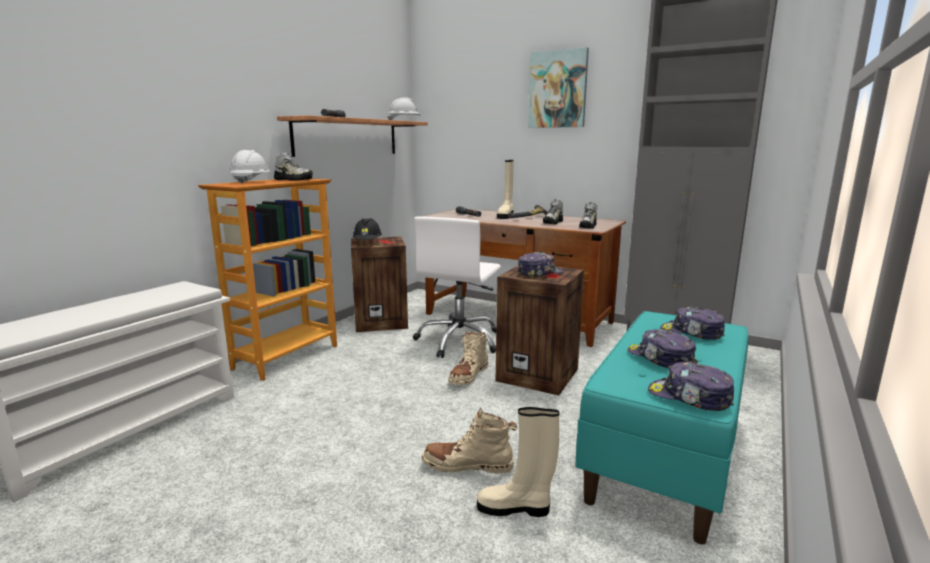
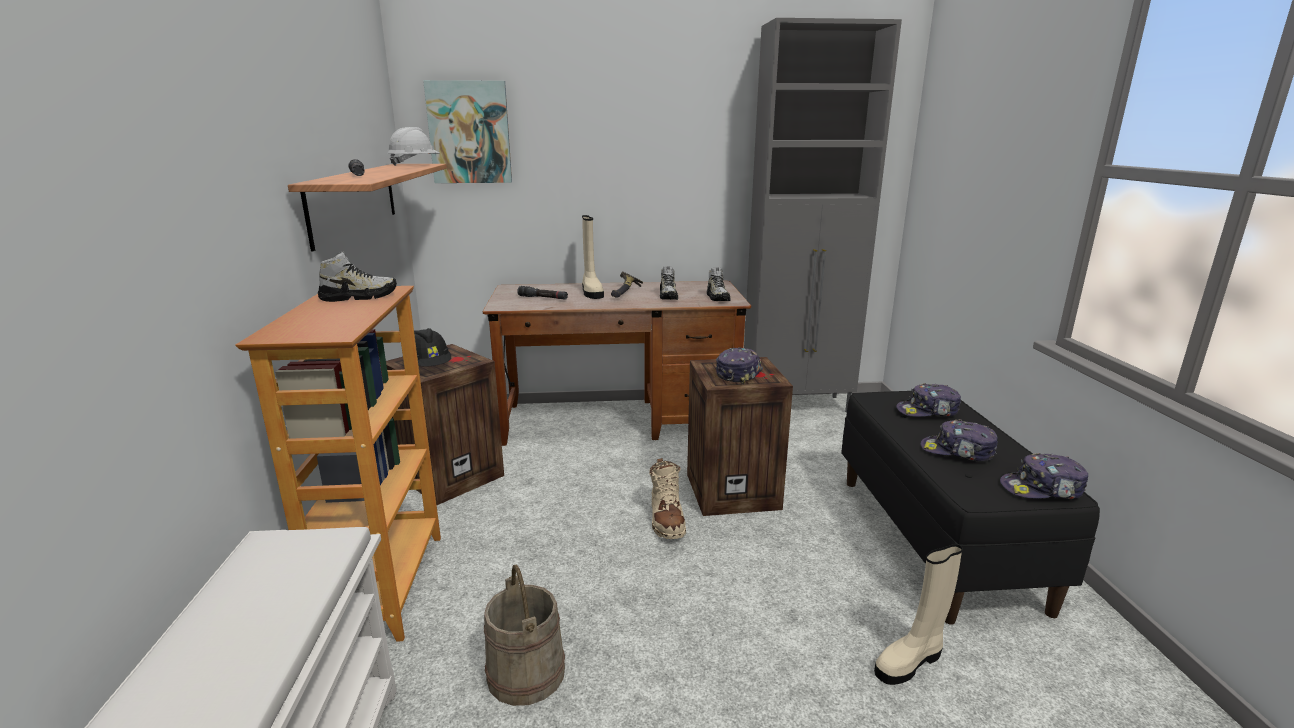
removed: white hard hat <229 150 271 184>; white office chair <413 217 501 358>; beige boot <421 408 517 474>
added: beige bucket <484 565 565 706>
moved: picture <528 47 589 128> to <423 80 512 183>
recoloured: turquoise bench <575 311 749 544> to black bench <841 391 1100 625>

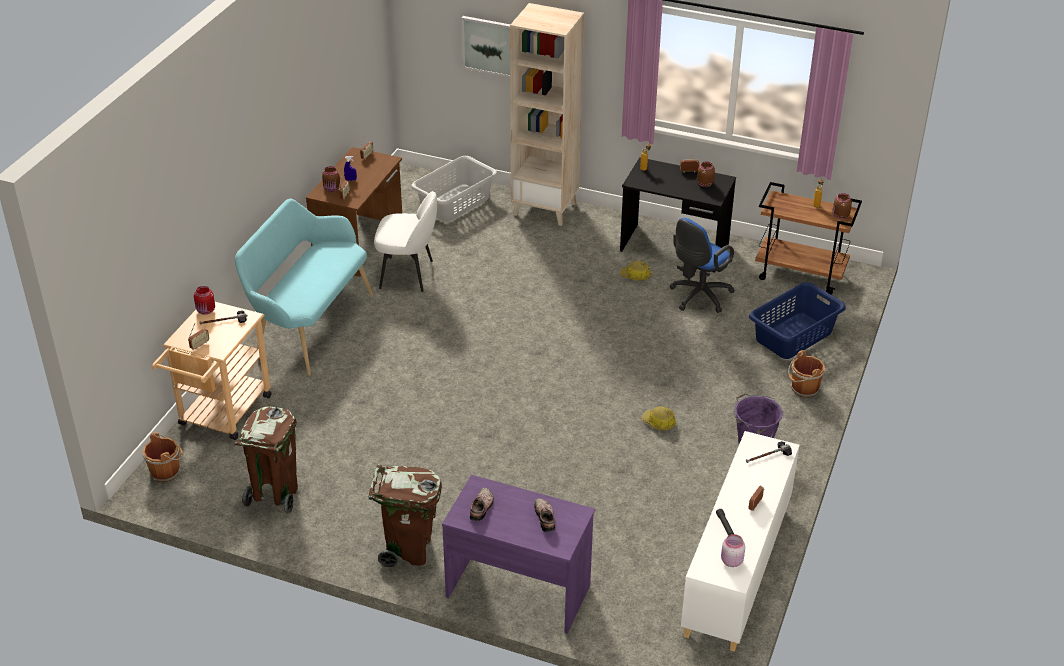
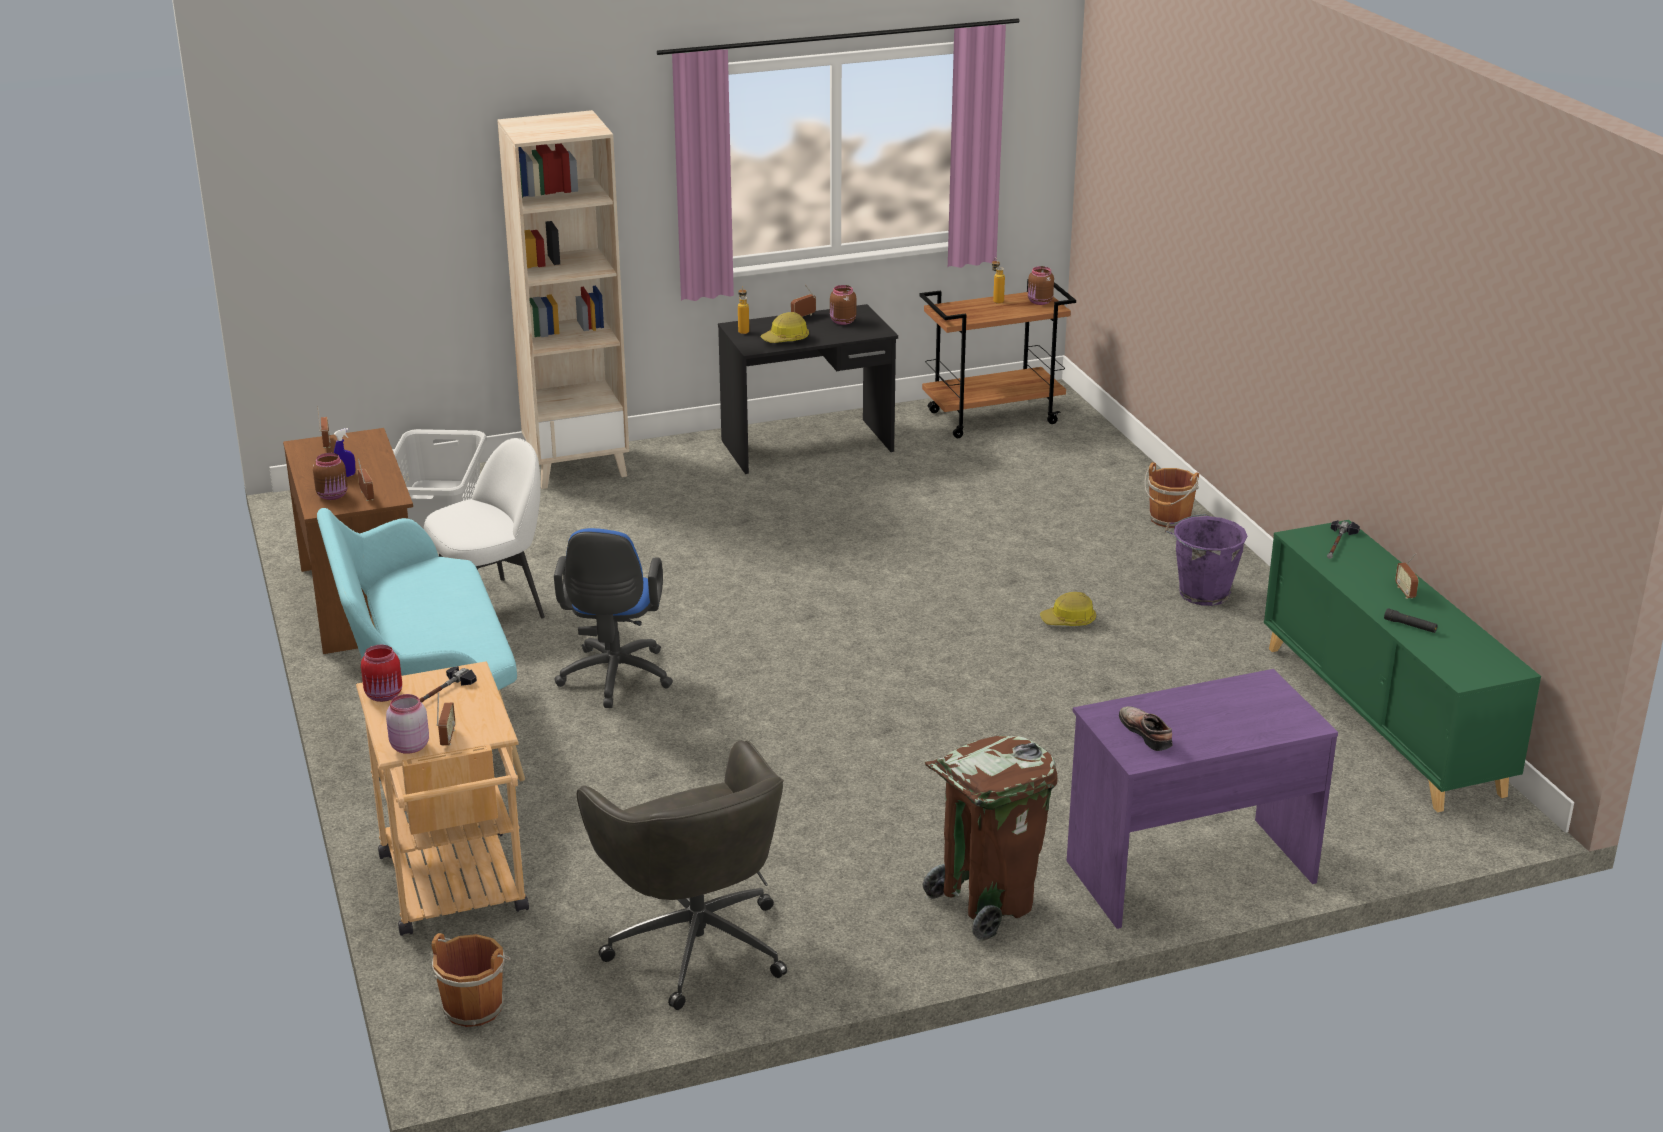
removed: picture <462 16 510 78>; shoe <534 498 555 532>; blue laundry basket <749 282 846 359>
moved: hard hat <620 261 651 281> to <760 312 809 343>; blue office chair <670 218 735 313> to <554 528 673 708>; pink jar <721 534 745 567> to <386 694 429 754>
replaced: brown trash can <235 407 298 515> to grey office chair <577 740 787 1010>
recoloured: white cabinet <681 431 800 652> to green cabinet <1264 520 1541 812>

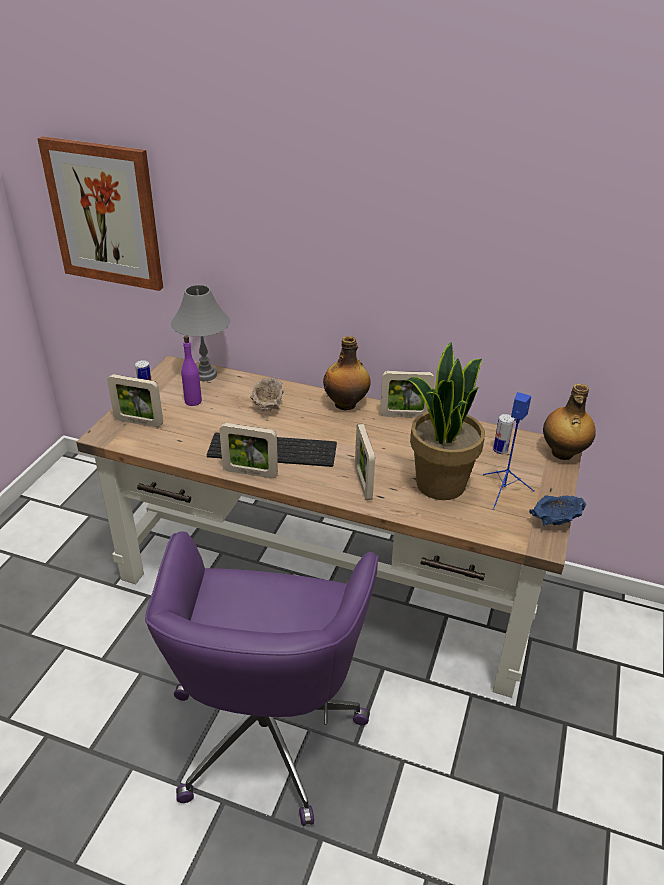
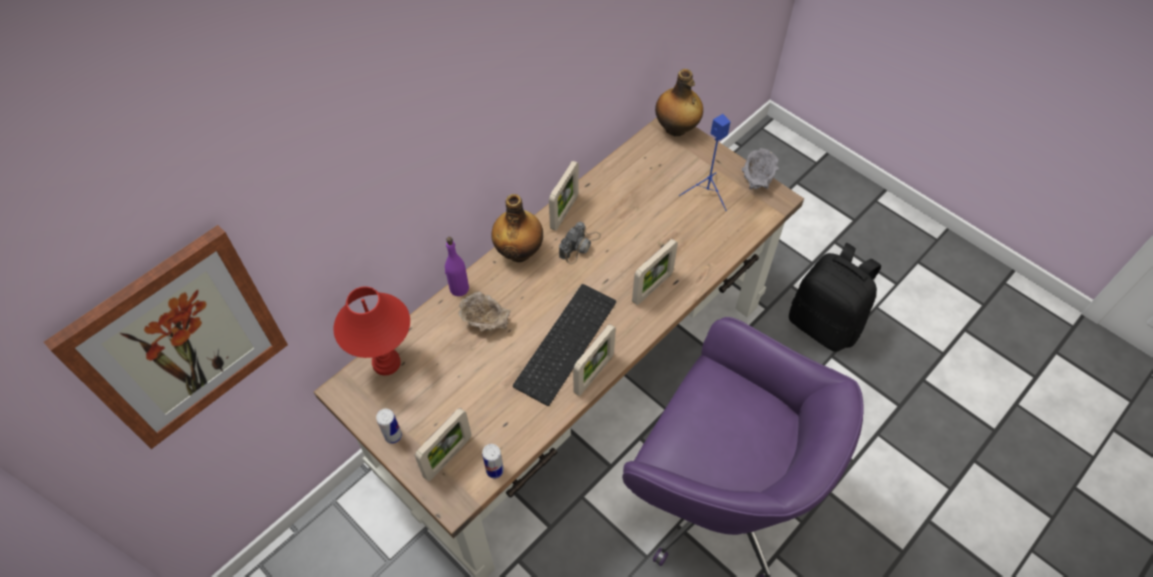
removed: potted plant <406 342 485 500>
added: photo camera <559 222 601 264>; black backpack <789 243 881 352>
moved: purple bottle <181 336 202 406> to <445 237 469 296>; can <493 414 514 454> to <482 444 504 478>
recoloured: grey table lamp <171 285 230 381> to red table lamp <334 287 410 376>; blue bowl <529 495 586 527> to grey bowl <741 148 779 190>
turned: picture frame <355 424 375 500> = <632 239 678 305> 60 degrees counterclockwise

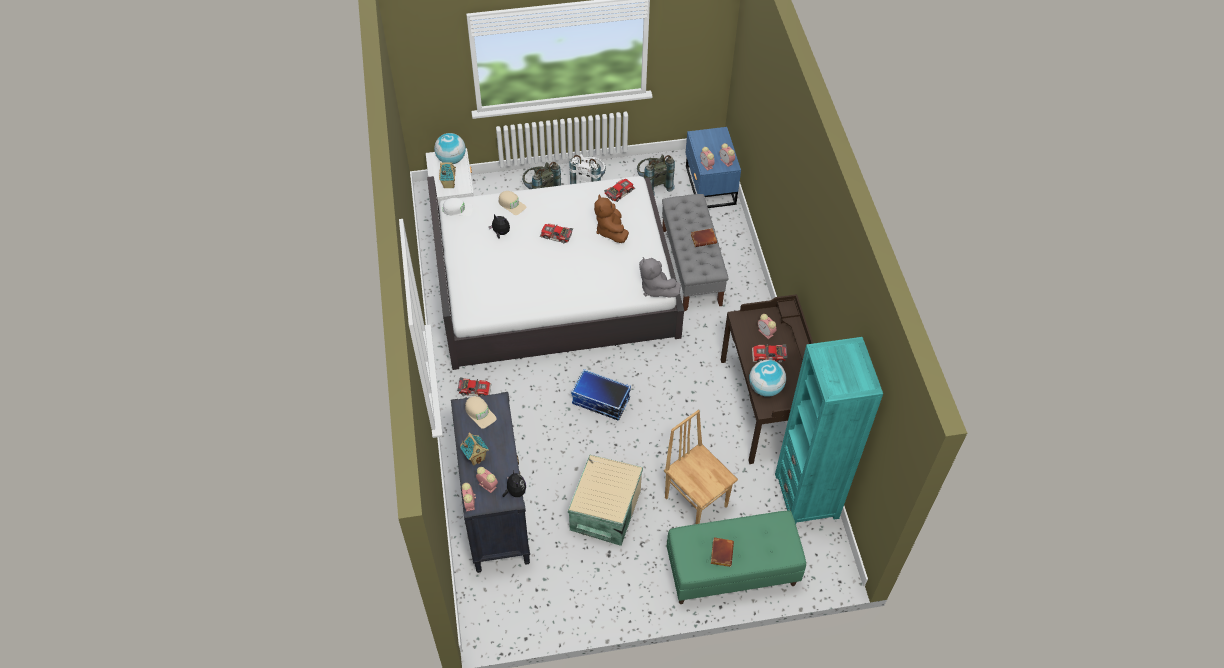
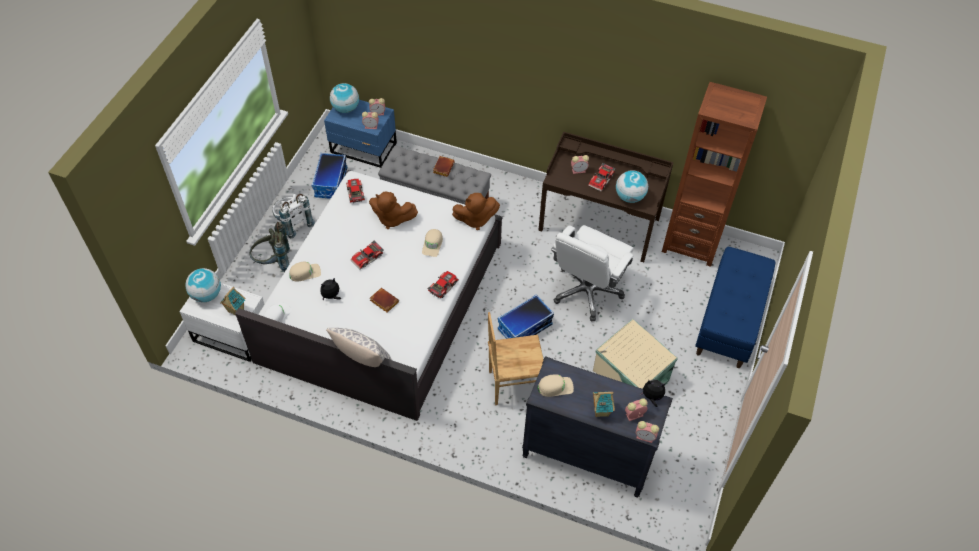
added: pillow <326 327 392 367>; globe <330 83 359 113>; beige cap <422 229 443 257>; white office chair <551 225 634 321>
moved: toy car <457 377 491 396> to <427 271 459 298>; brown chair <664 410 738 524> to <488 312 544 405>; brown book <711 538 734 567> to <370 288 399 312>
replaced: grey backpack <637 155 675 195> to storage box <312 153 347 199>
recoloured: grey plush toy <639 257 681 298> to brown plush toy <452 193 500 230>; green bench <667 511 806 604> to blue bench <695 247 775 368>; turquoise bookcase <775 337 883 524> to brown bookcase <662 82 767 267>

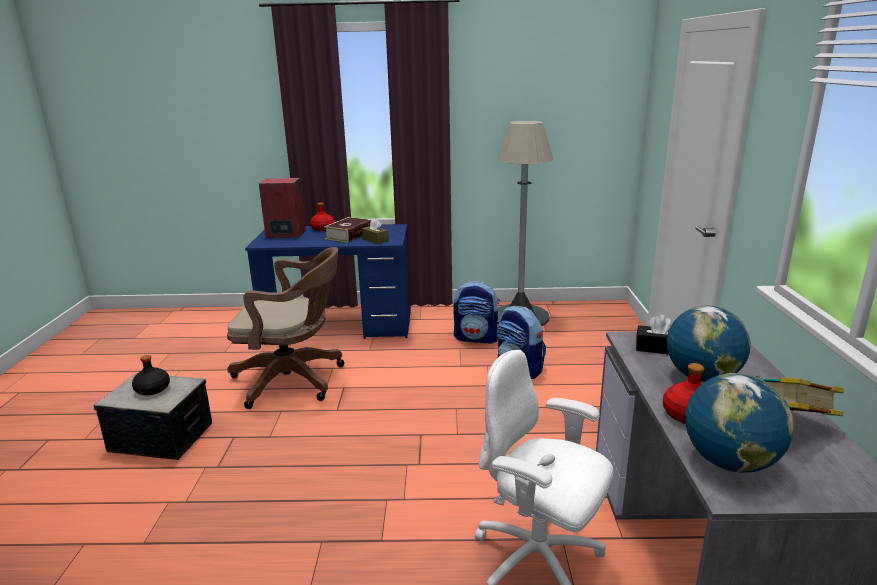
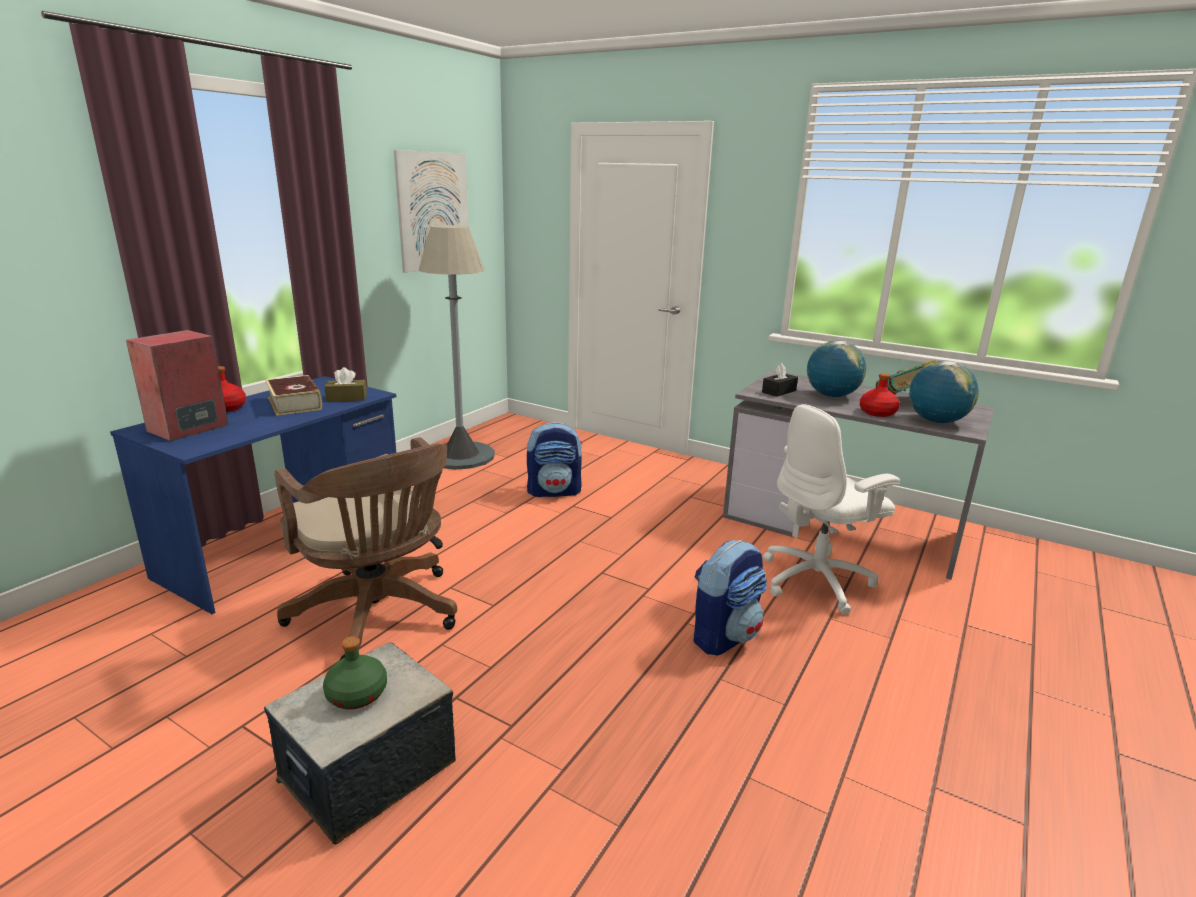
added: picture <394 150 468 273>
moved: backpack <453 281 500 344> to <694 540 767 655>
recoloured: black bottle <132 355 170 395> to green bottle <323 636 387 709>
turned: brown office chair <227 247 344 409> = <275 437 457 660> 105 degrees clockwise

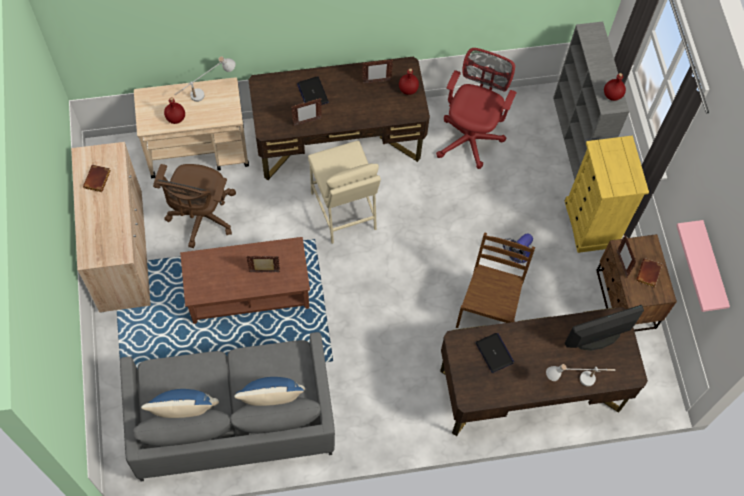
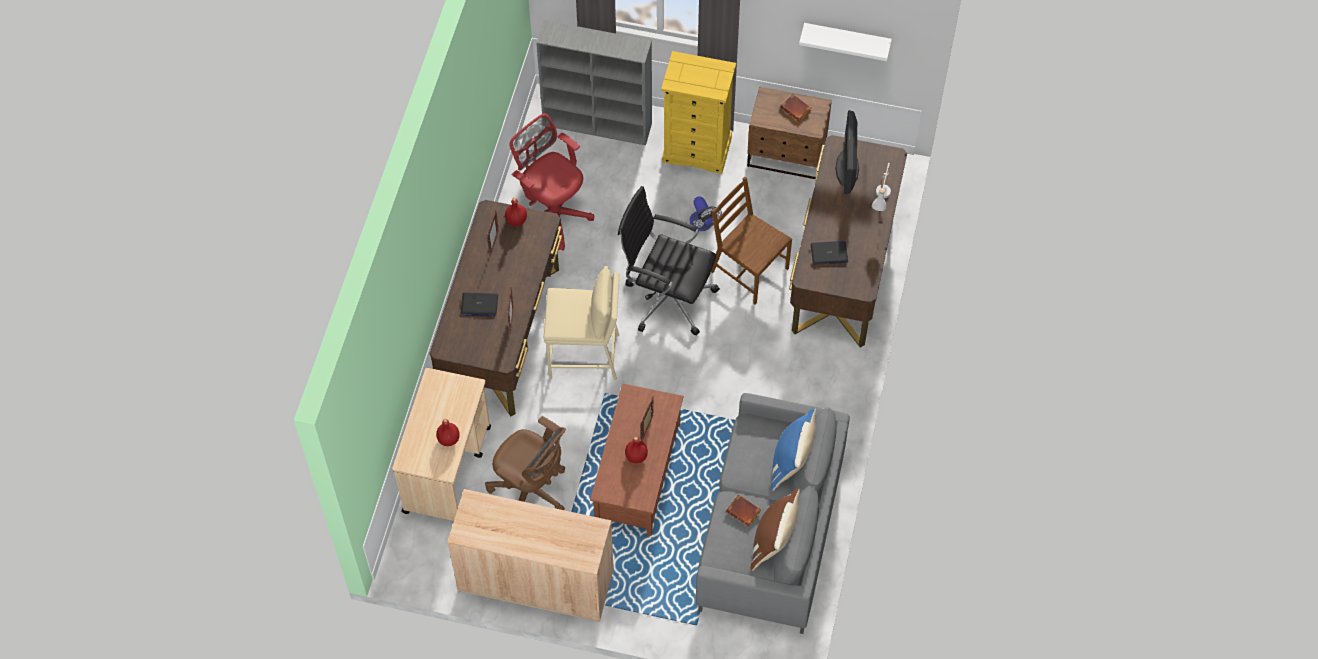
removed: white table lamp <174 56 236 102>; picture frame <617 235 636 278>
added: black office chair <618 186 720 336>
moved: brown book <83 165 111 192> to <726 494 761 526>; red bottle <604 73 626 101> to <625 437 648 463>
recoloured: blue pillow <141 389 219 418> to brown pillow <751 488 800 571>; pink shelf <676 220 730 312> to white shelf <799 23 892 61>

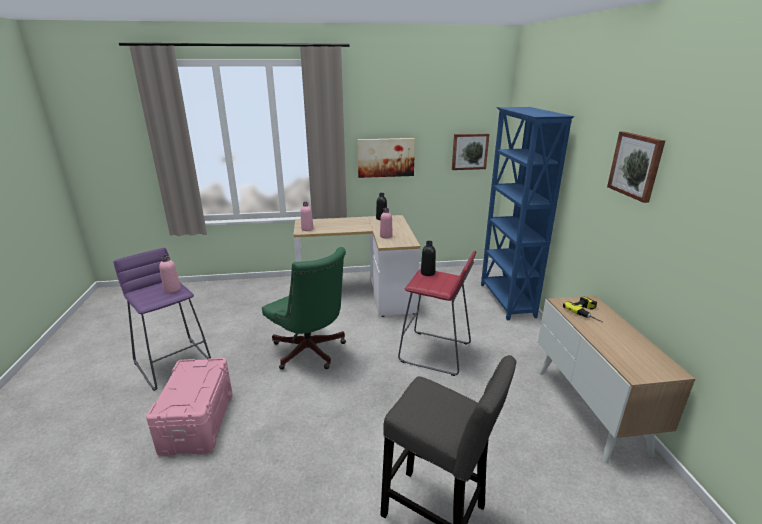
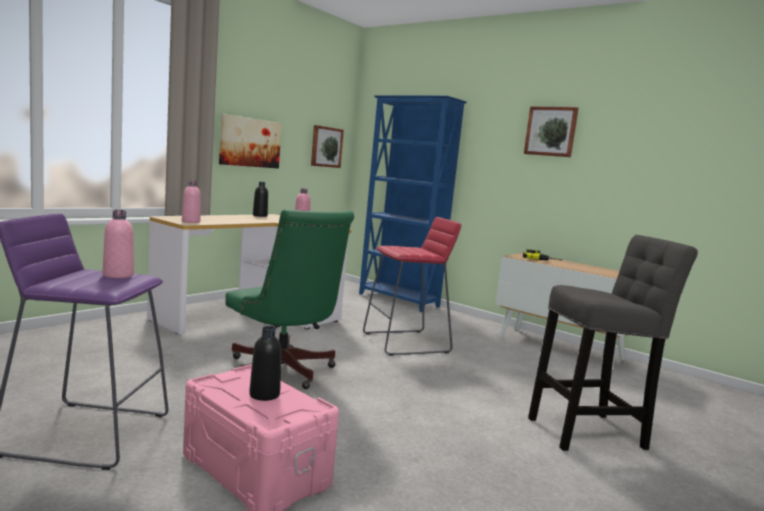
moved: black bottle <421 241 436 276> to <249 326 282 401>
turned: green office chair <262 247 346 370> = <226 209 354 389> 45 degrees clockwise

